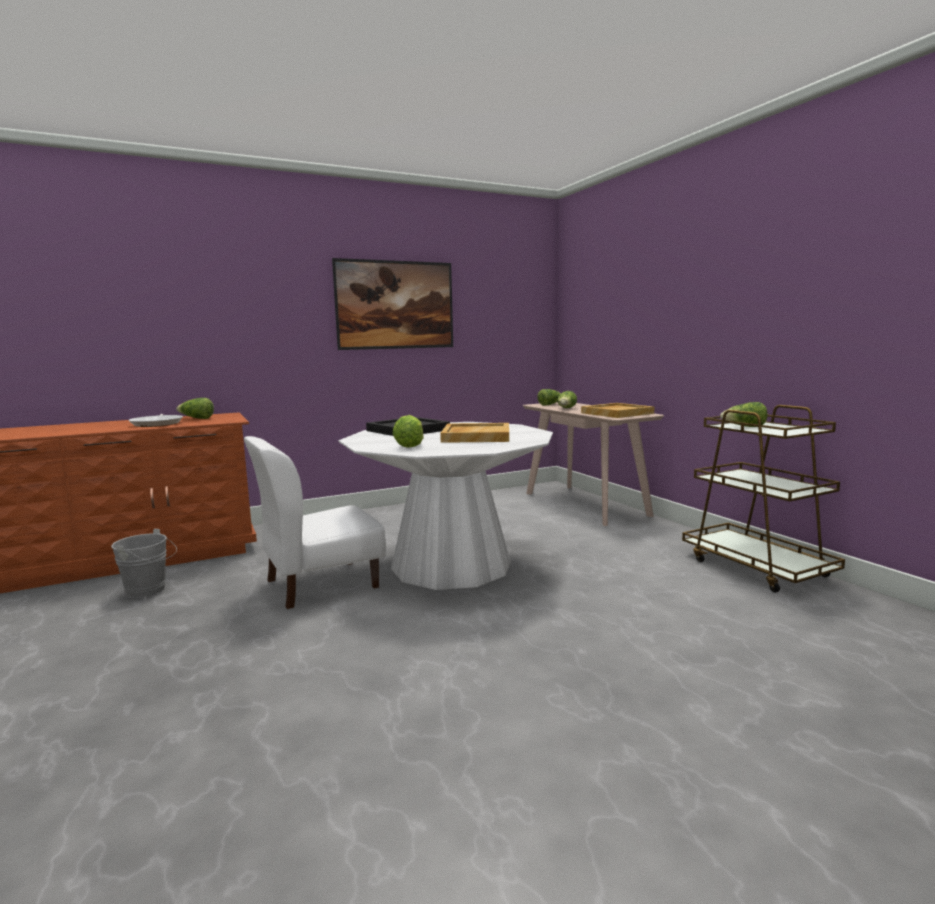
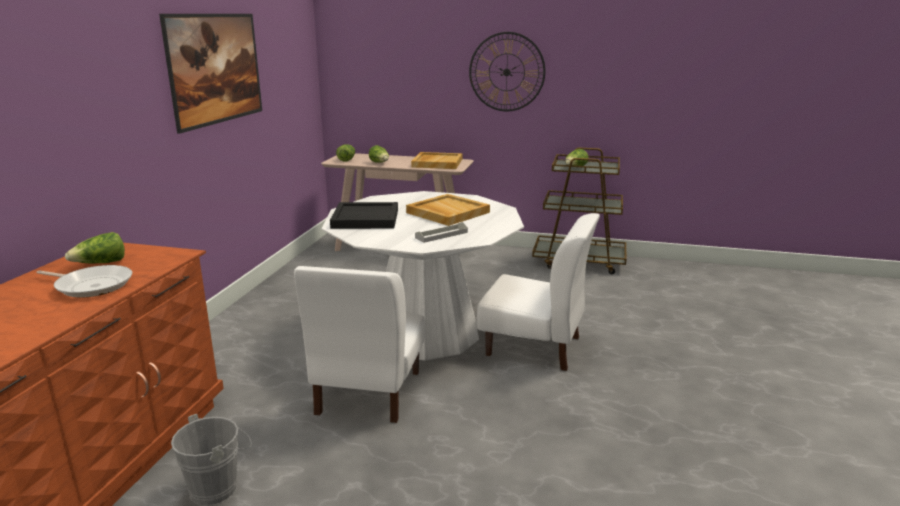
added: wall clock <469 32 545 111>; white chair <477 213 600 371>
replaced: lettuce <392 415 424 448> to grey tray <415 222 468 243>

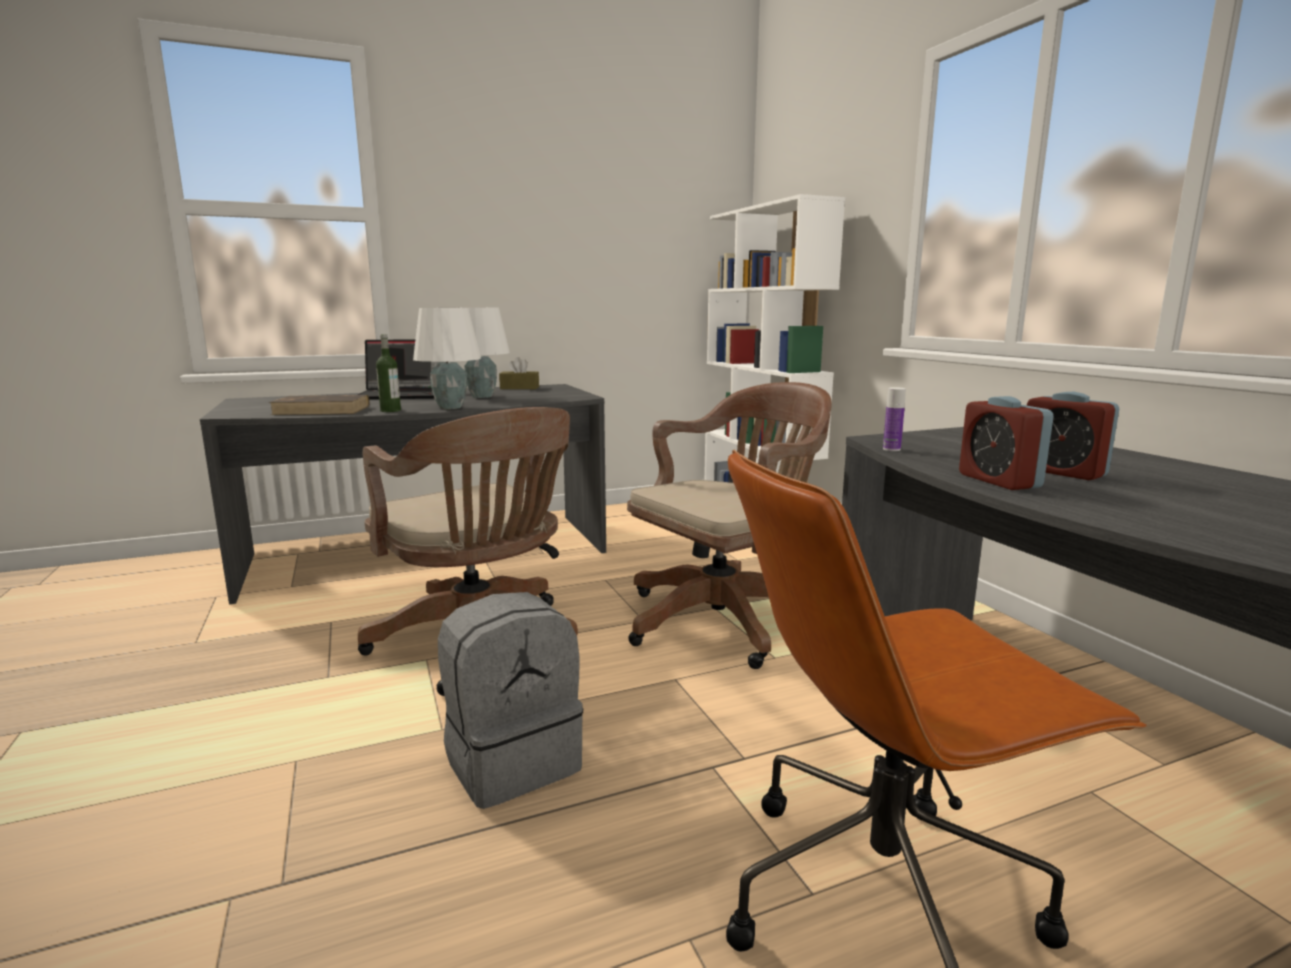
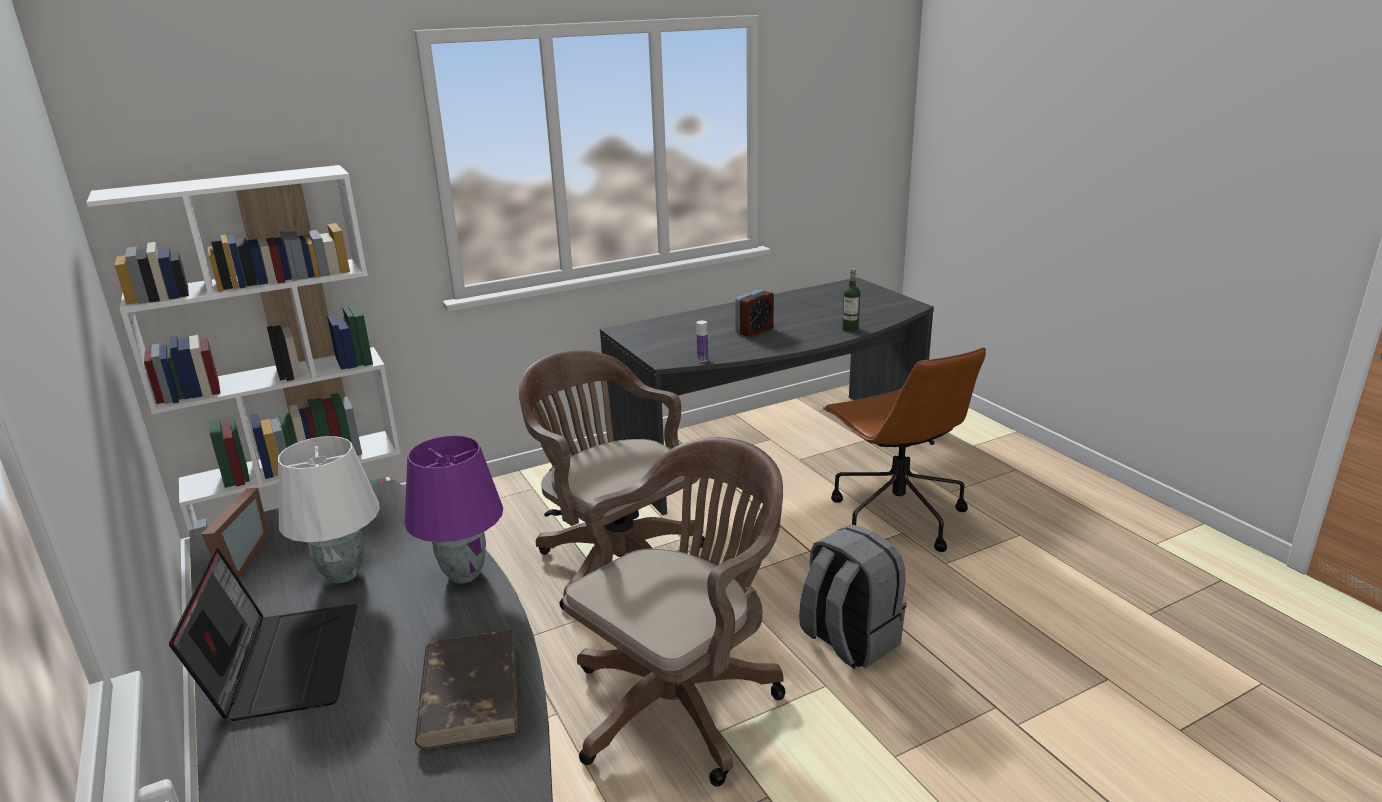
removed: alarm clock <959 396 1054 490>
moved: bottle <376 334 401 412> to <842 268 860 332>
replaced: brown tissue box <499 357 539 389> to picture frame <201 488 269 580>
recoloured: white table lamp <413 308 481 409> to purple table lamp <405 435 503 584>

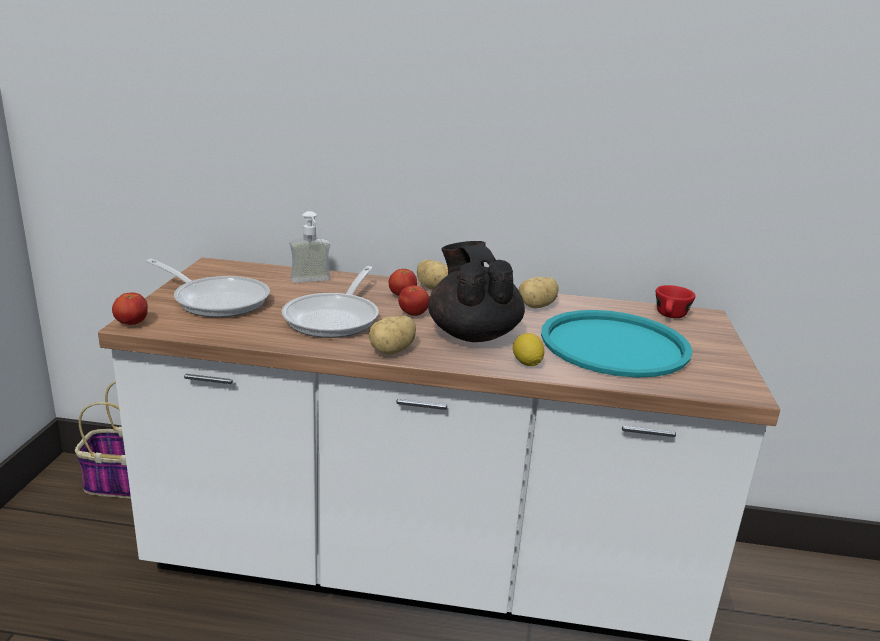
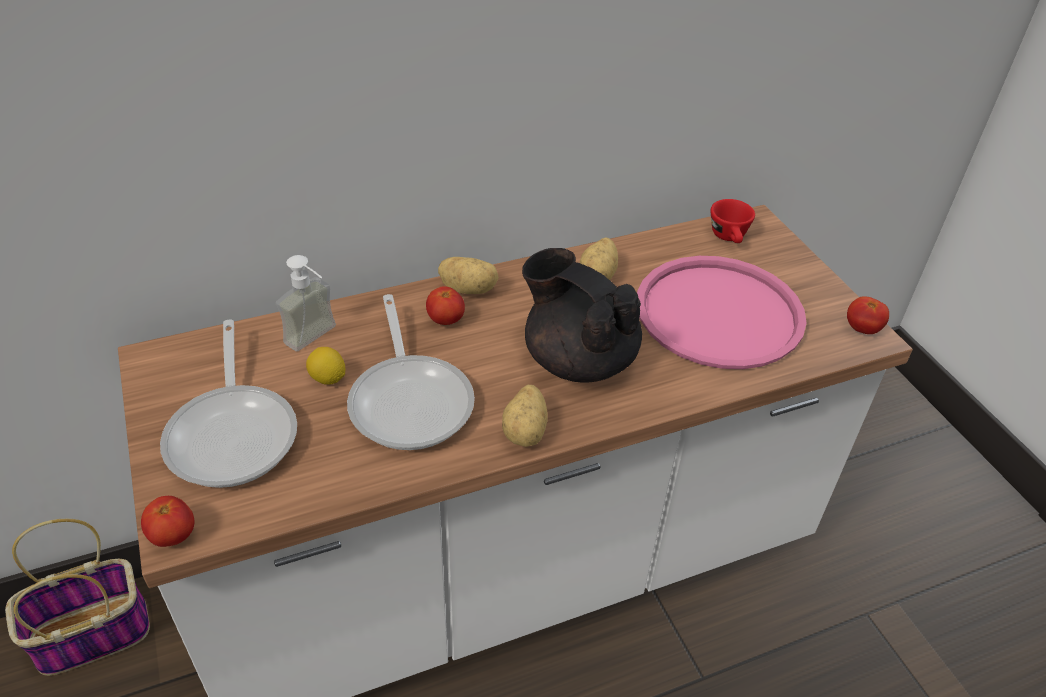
moved: tomato <398 285 429 316> to <847 296 889 334>; lemon <513 333 544 366> to <306 347 345 385>
recoloured: turquoise tray <541 310 693 378> to pink tray <637 256 807 369>
turned: frying pan <146 259 270 317> = <160 320 297 488> 75 degrees clockwise

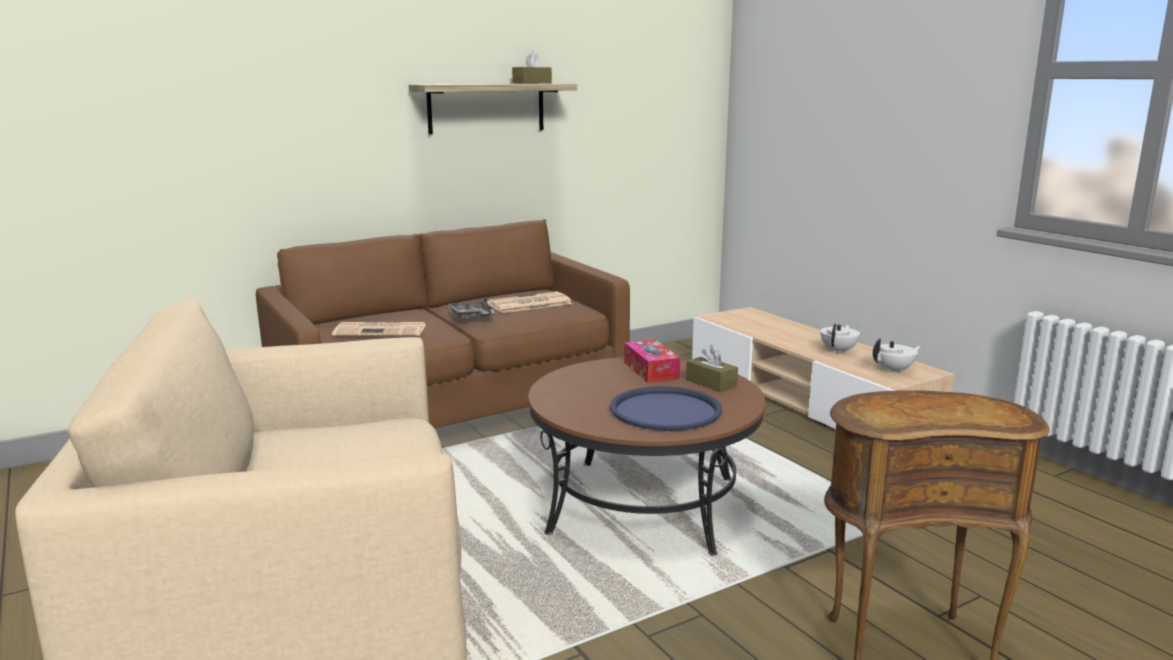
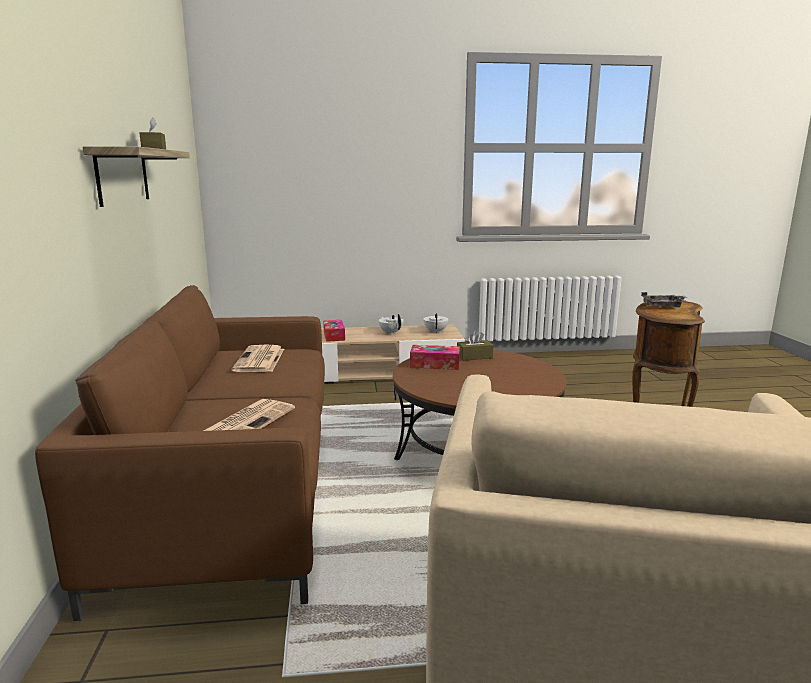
removed: blue tray <610 386 722 431>
added: tissue box <323 320 345 342>
moved: grey tray <449 297 495 319> to <641 292 687 307>

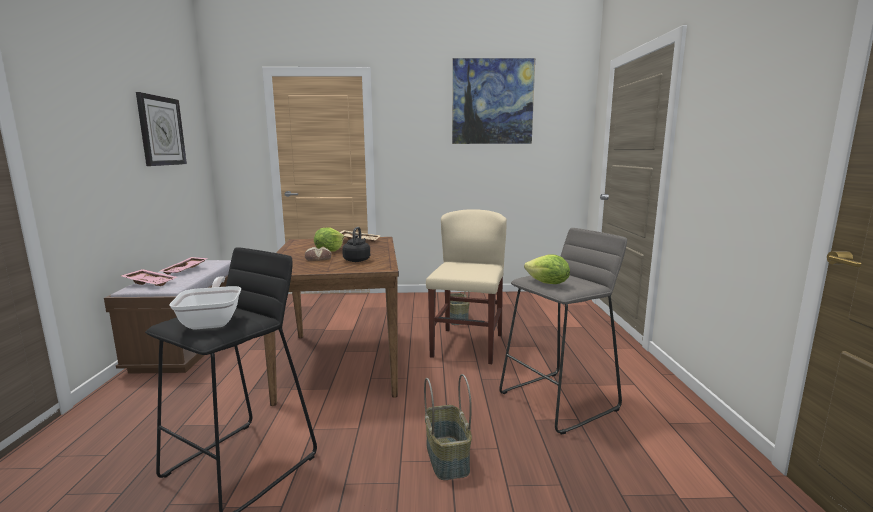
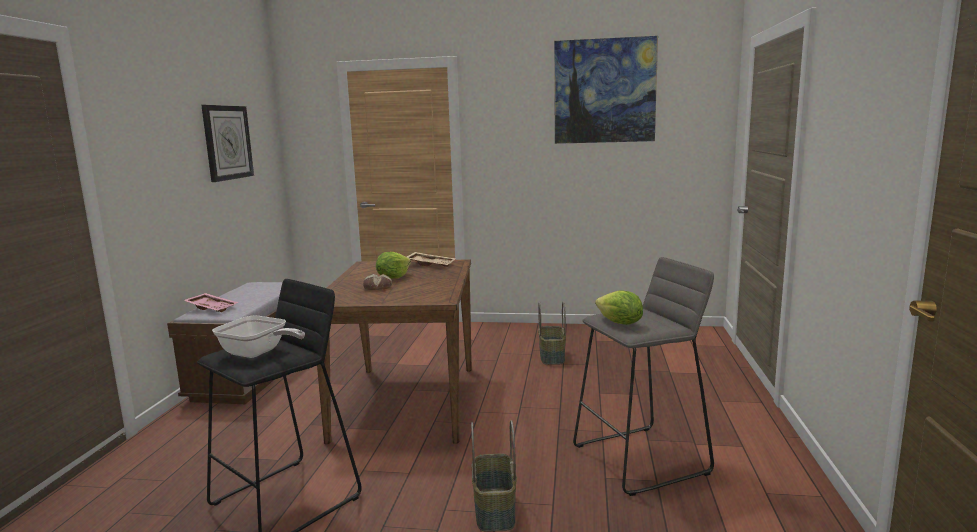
removed: pink tray <160 257 208 275>; black kettle <342 227 370 262>; beige chair <426 209 507 364>
turned: frying pan <169 277 241 330> = <212 316 305 358> 120 degrees clockwise

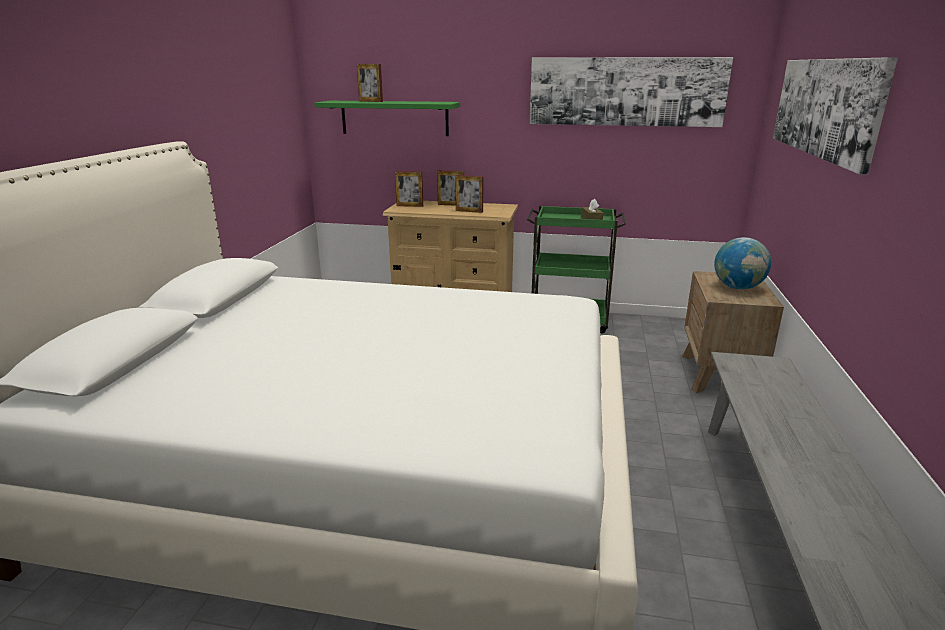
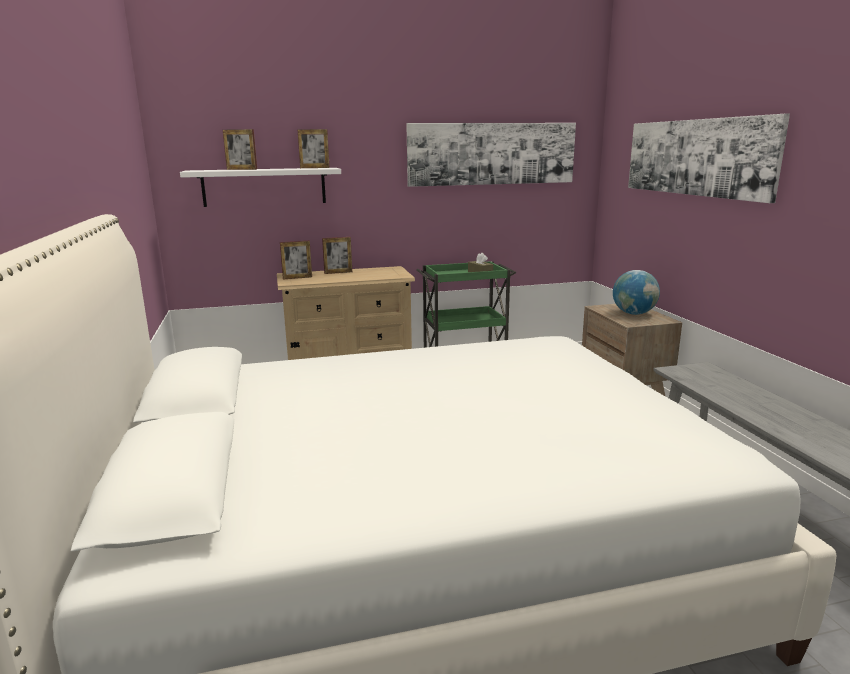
moved: picture frame <455 175 484 213> to <297 129 330 168>
recoloured: green shelf <314 101 460 136> to white shelf <180 168 341 207>

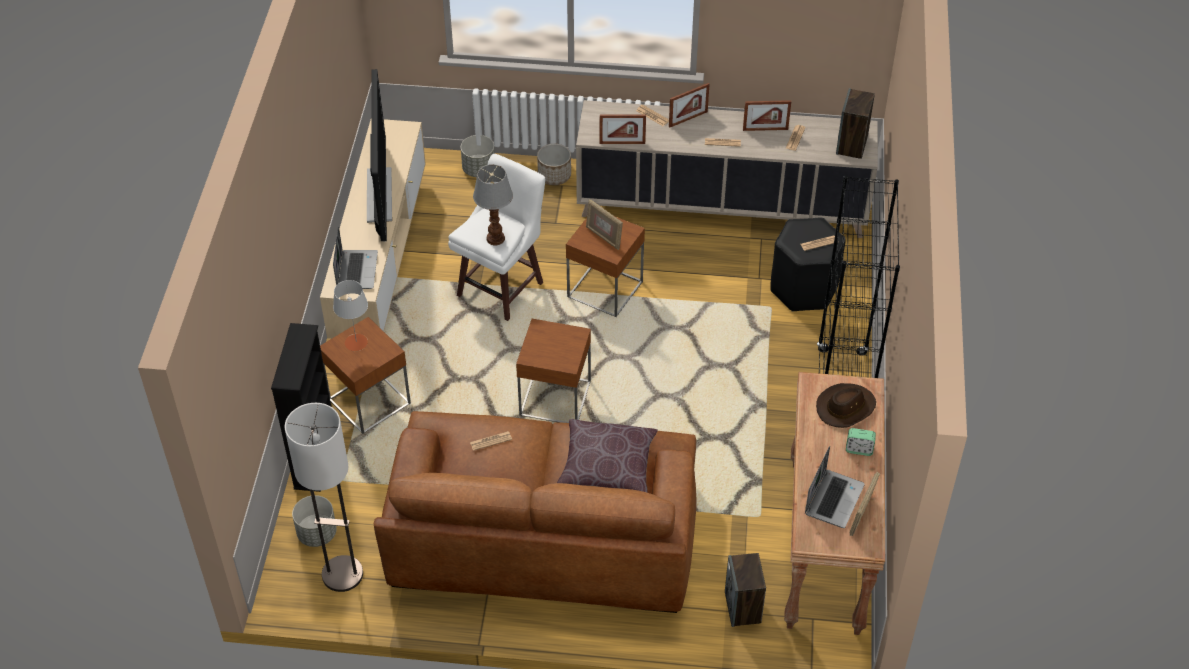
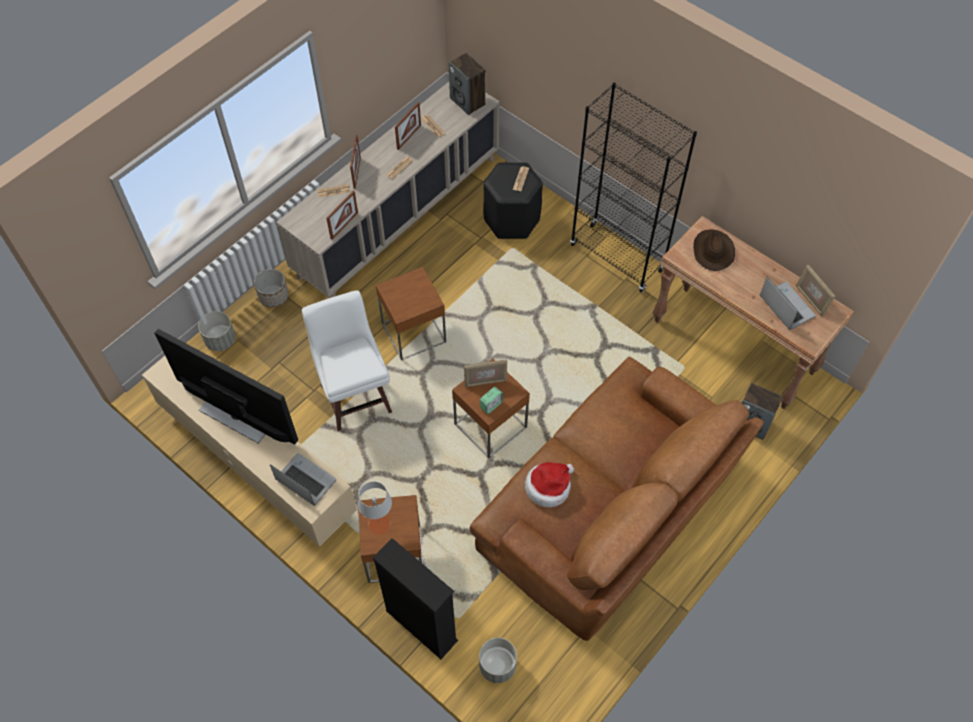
removed: floor lamp <285 403 363 592>; table lamp <473 164 513 245>; brown pillow <557 419 658 493>
moved: picture frame <586 200 623 250> to <464 359 507 387>; alarm clock <846 428 876 456> to <480 387 503 414>
replaced: newspaper <470 431 512 451> to hat <525 462 574 508>

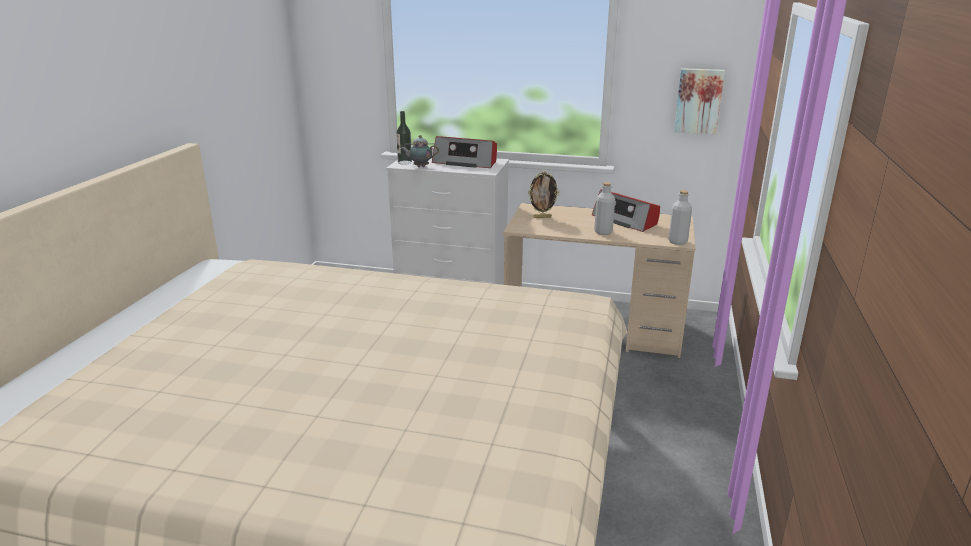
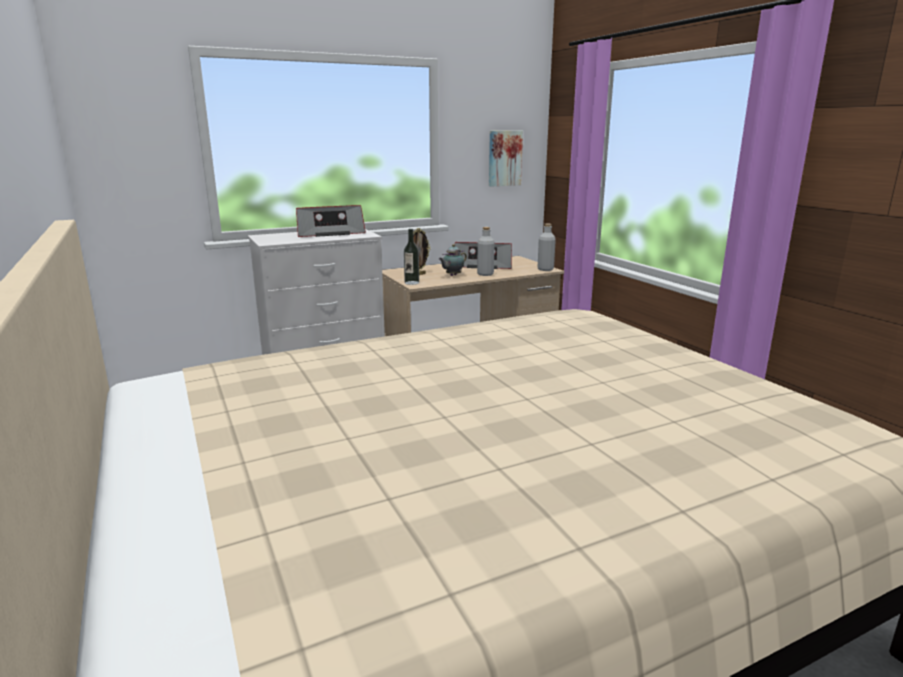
moved: bottle <396 111 412 164> to <404 229 419 285>; teapot <401 135 439 167> to <439 244 467 276>

